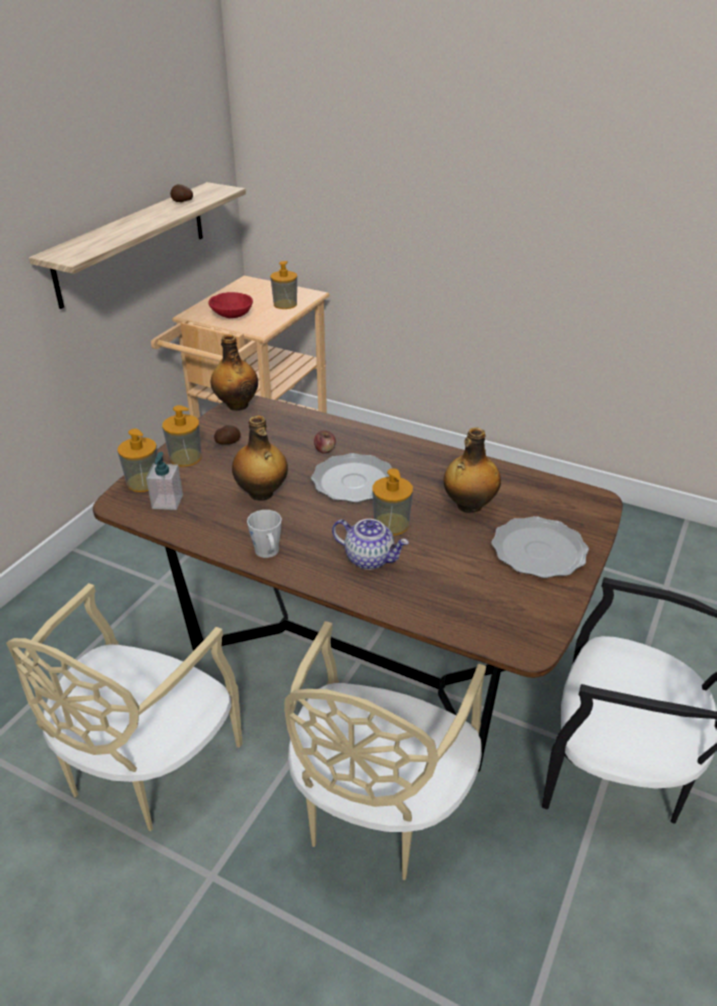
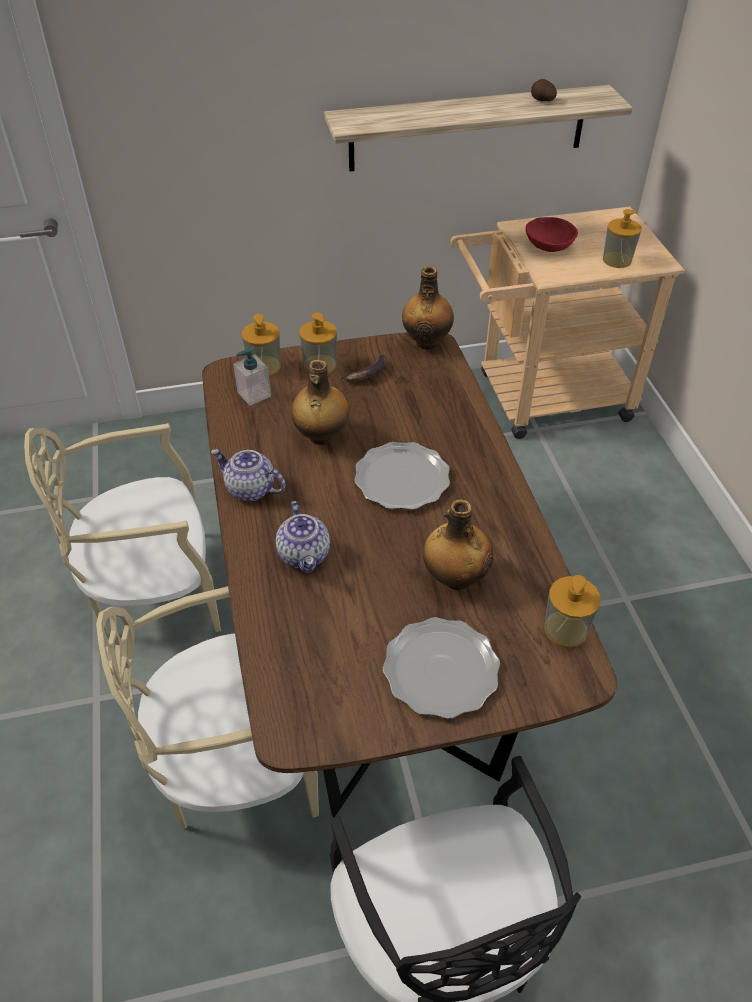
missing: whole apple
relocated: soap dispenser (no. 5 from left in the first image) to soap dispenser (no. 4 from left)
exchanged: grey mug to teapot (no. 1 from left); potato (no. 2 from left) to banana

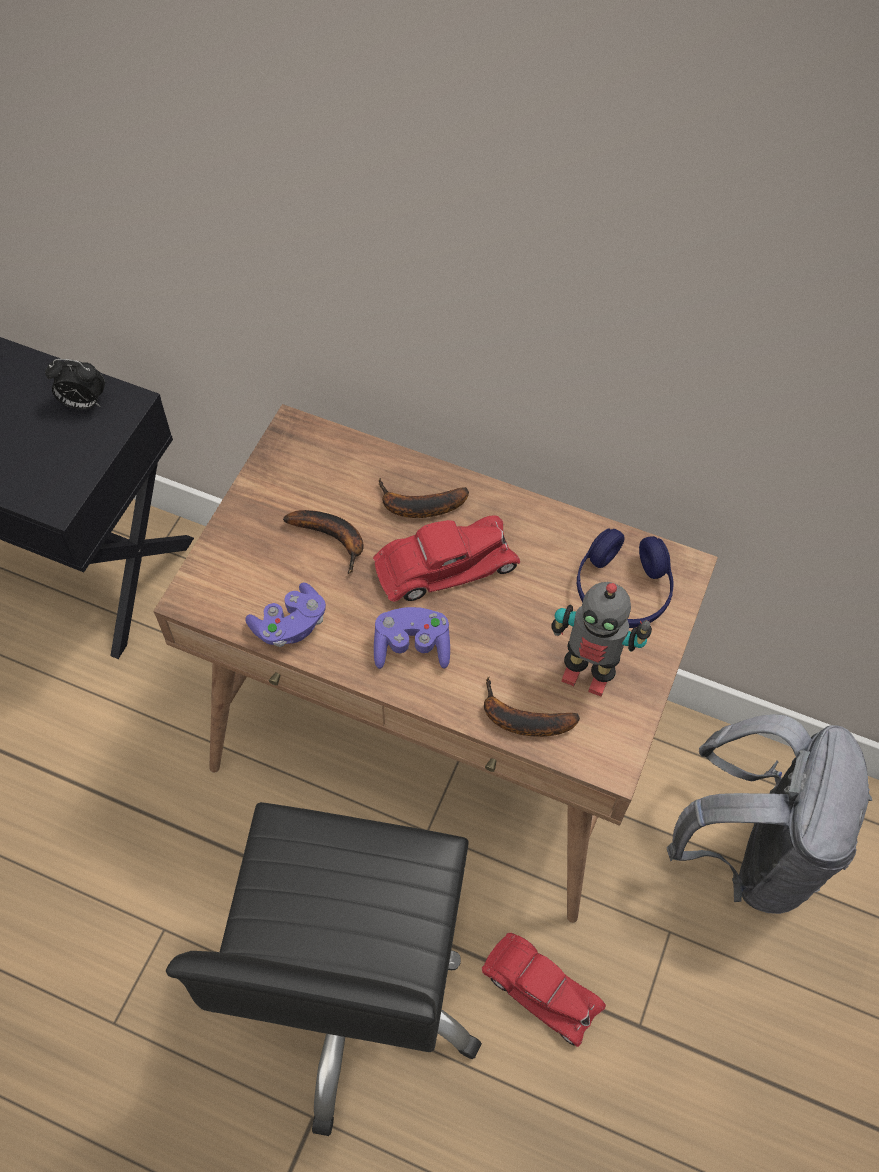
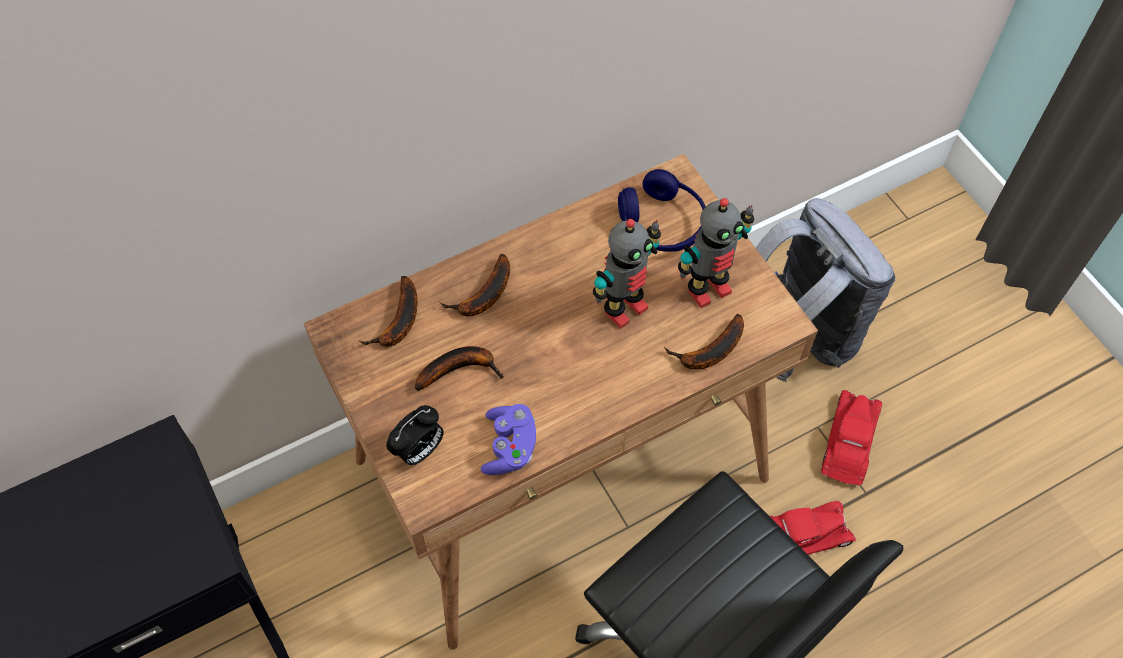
missing: purple-coloured joypad (no. 2 from left)
appeared: banana (no. 1 from left); toy robot (no. 1 from left)
relocated: bedside clock; reddish miniature car (no. 1 from left in the first image) to reddish miniature car (no. 2 from left)

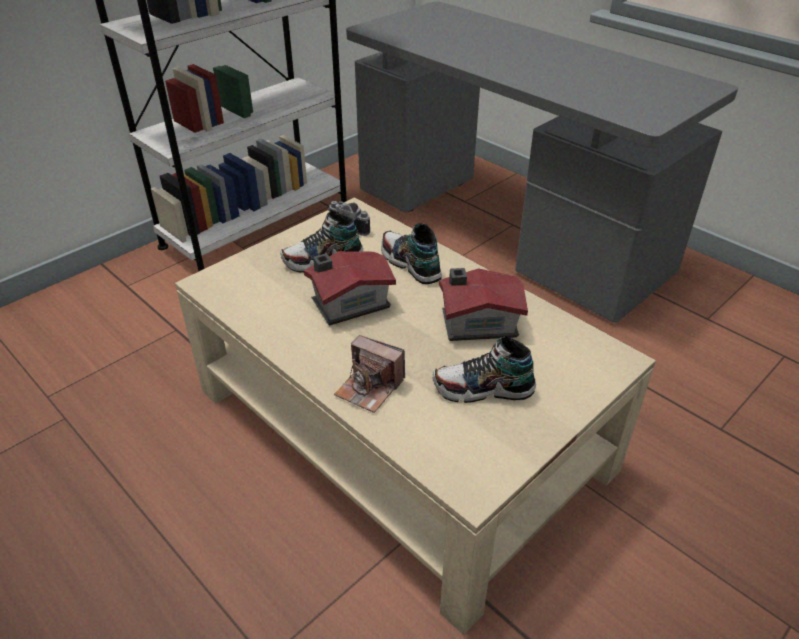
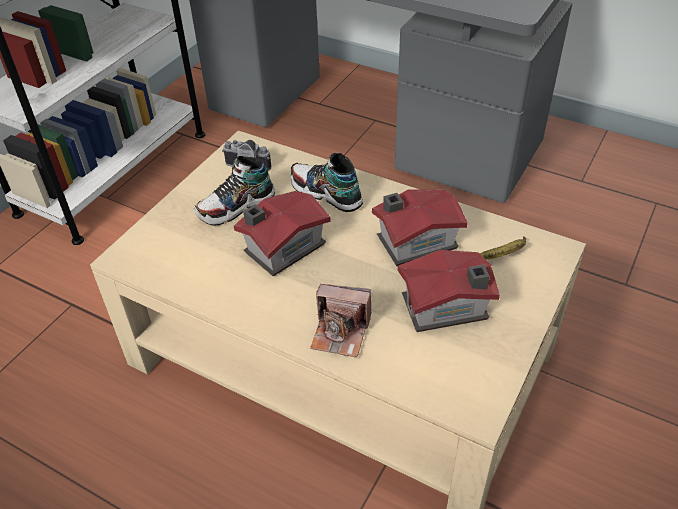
appeared: banana
exchanged: item of footwear (no. 3 from left) to toy house (no. 3 from left)

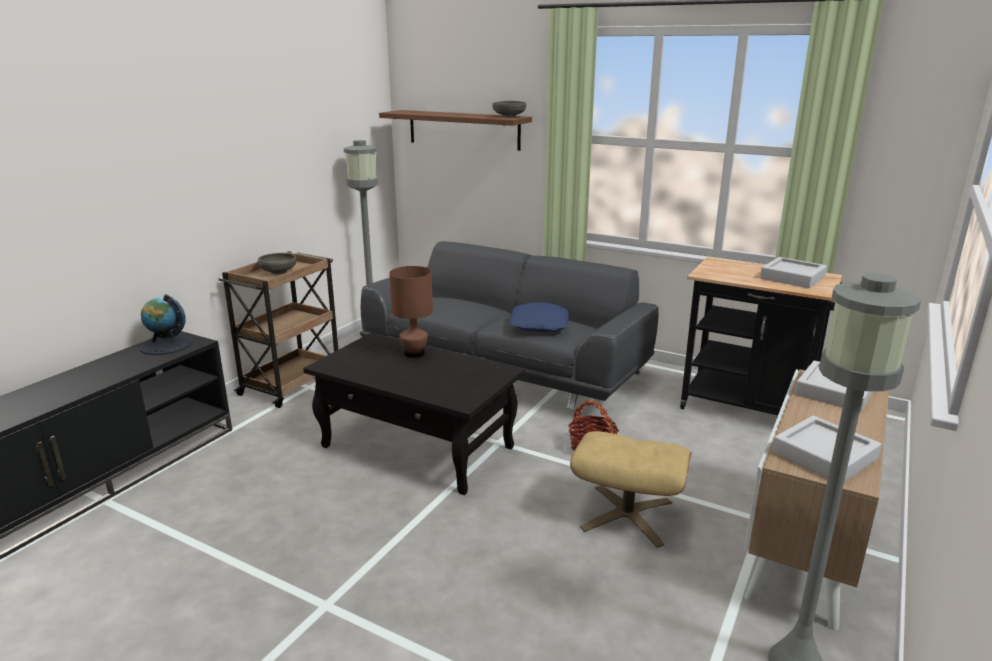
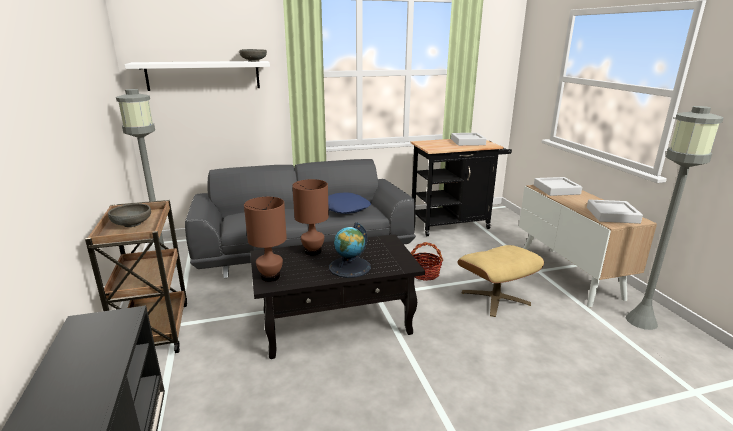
appeared: brown-coloured tabletop lamp (no. 1 from left)
relocated: desk globe
colour: brown-coloured shelf to white-coloured shelf

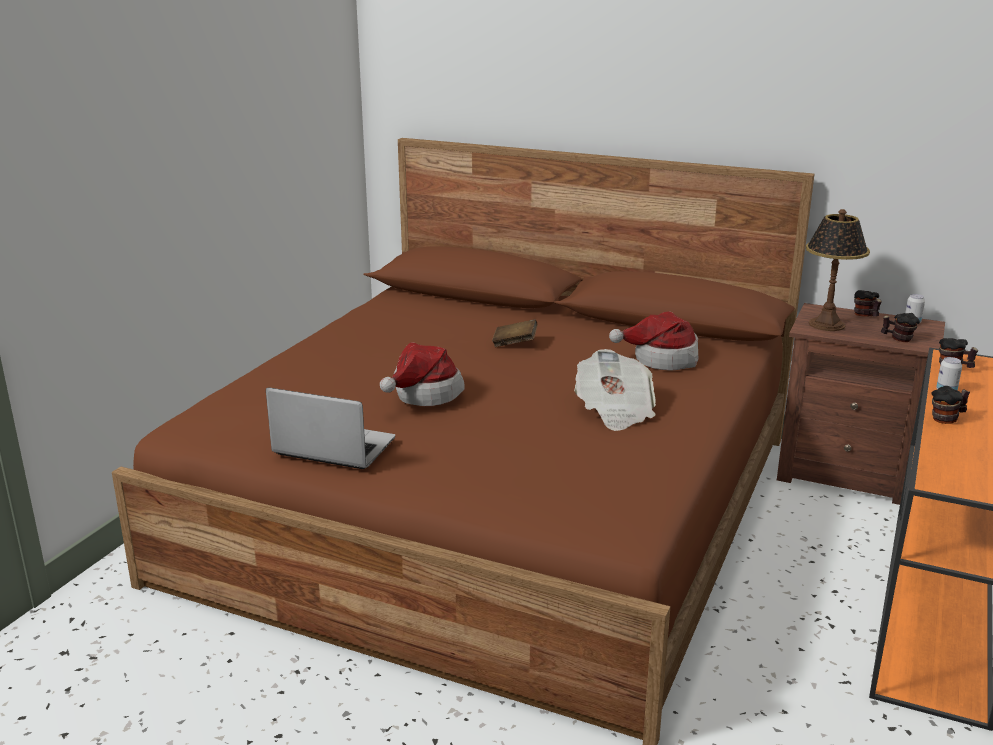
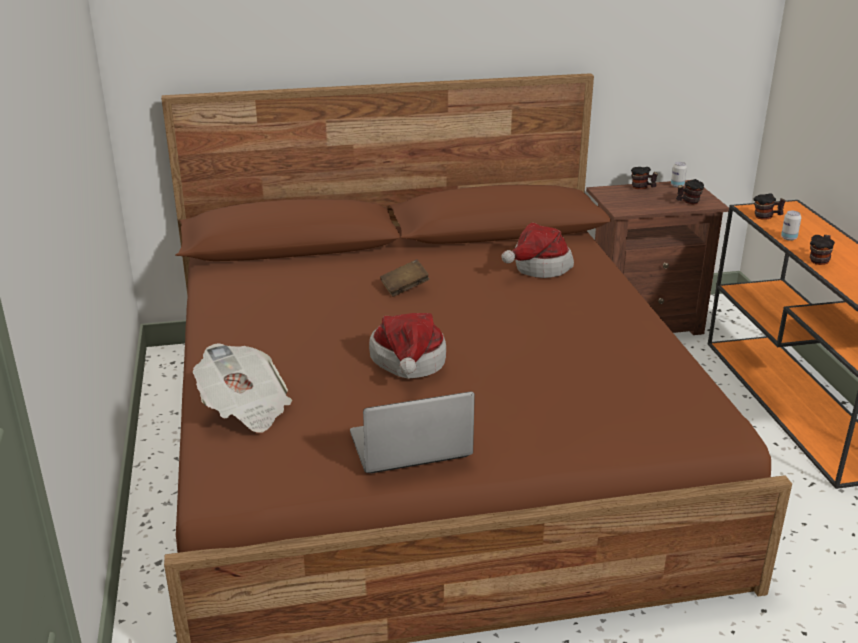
missing: tabletop lamp
relocated: daily paper

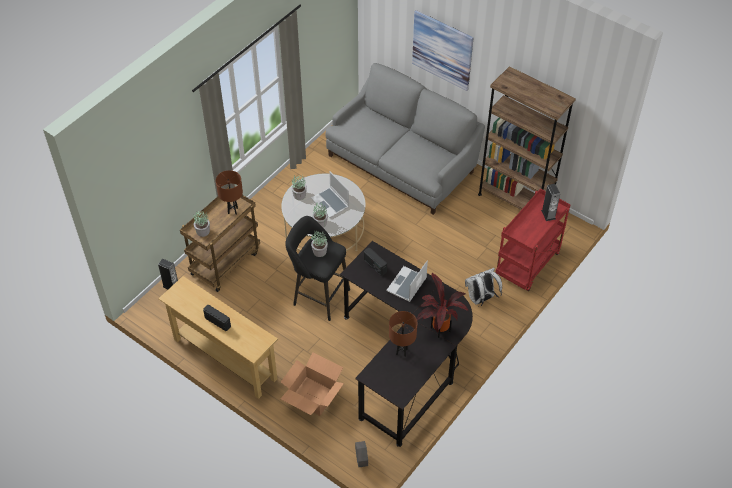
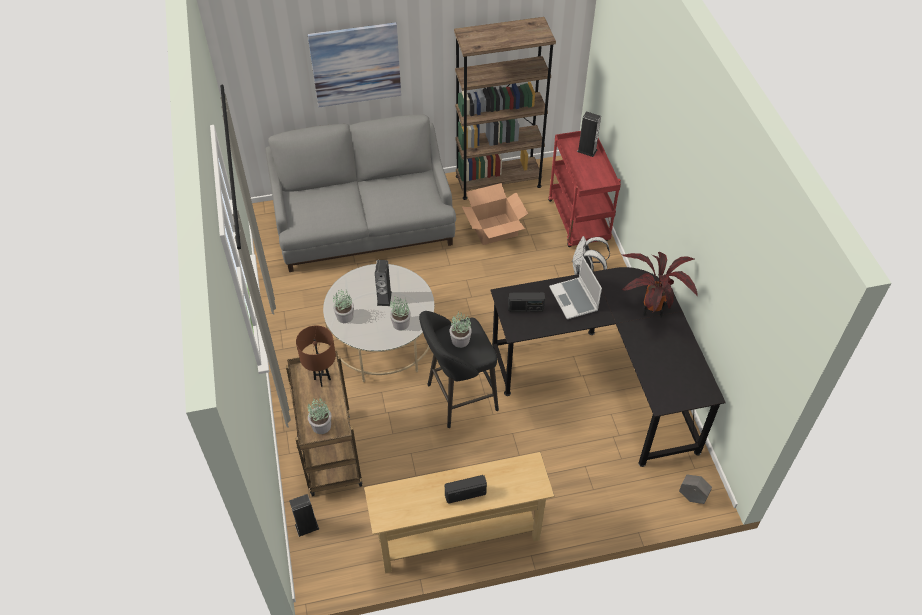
missing: brown-coloured tabletop lamp (no. 2 from left)
relocated: carton
exchanged: notebook computer (no. 1 from left) to loudspeaker (no. 2 from left)

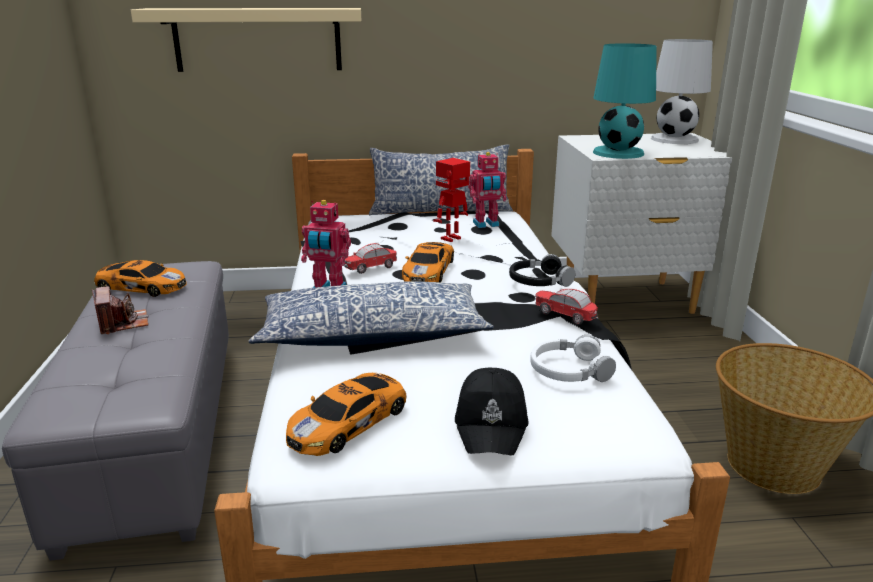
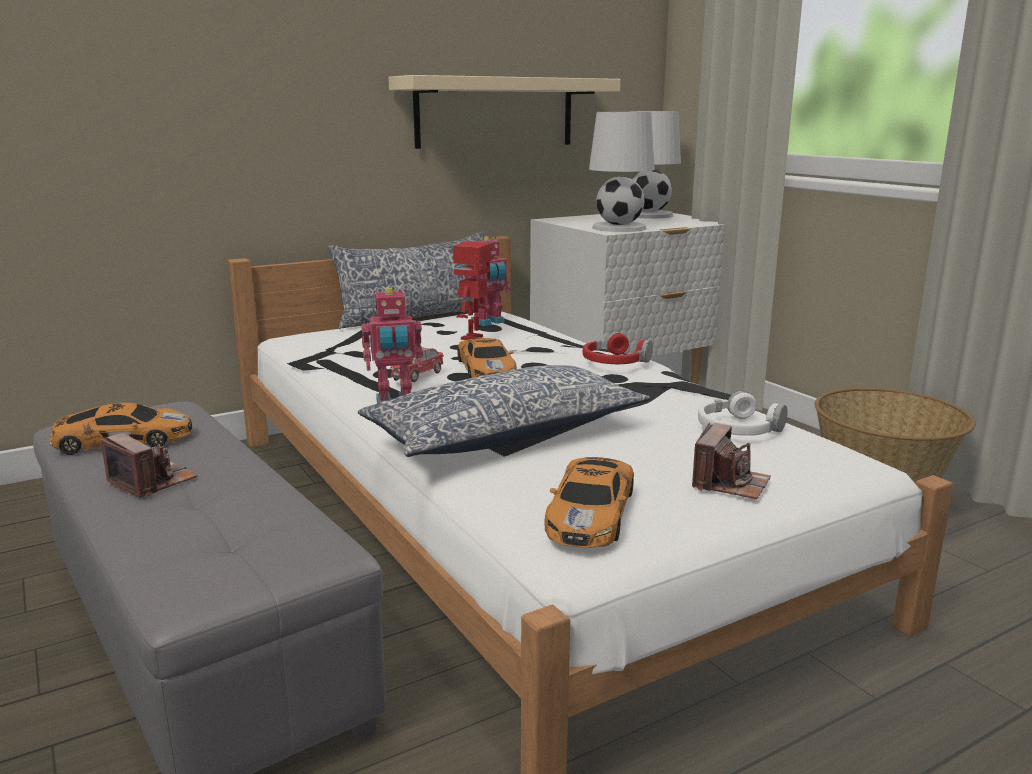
missing: miniature car (no. 5 from left)
relocated: beige shelf
exchanged: blackish peaked cap to still camera (no. 2 from left)
colour: blackish headphones to reddish headphones; turquoise-coloured tabletop lamp to white-coloured tabletop lamp (no. 1 from left)

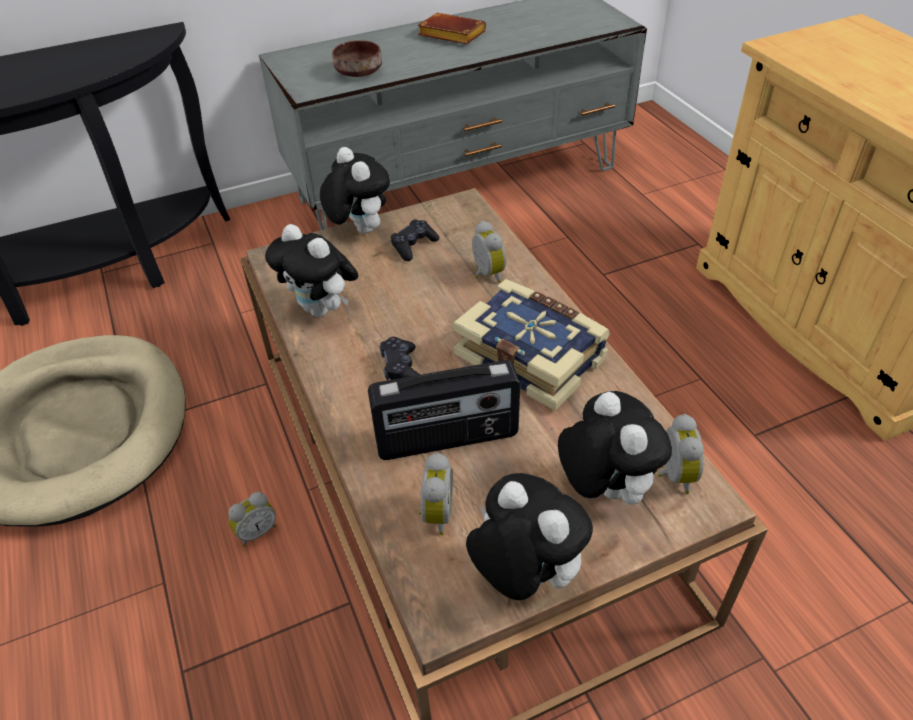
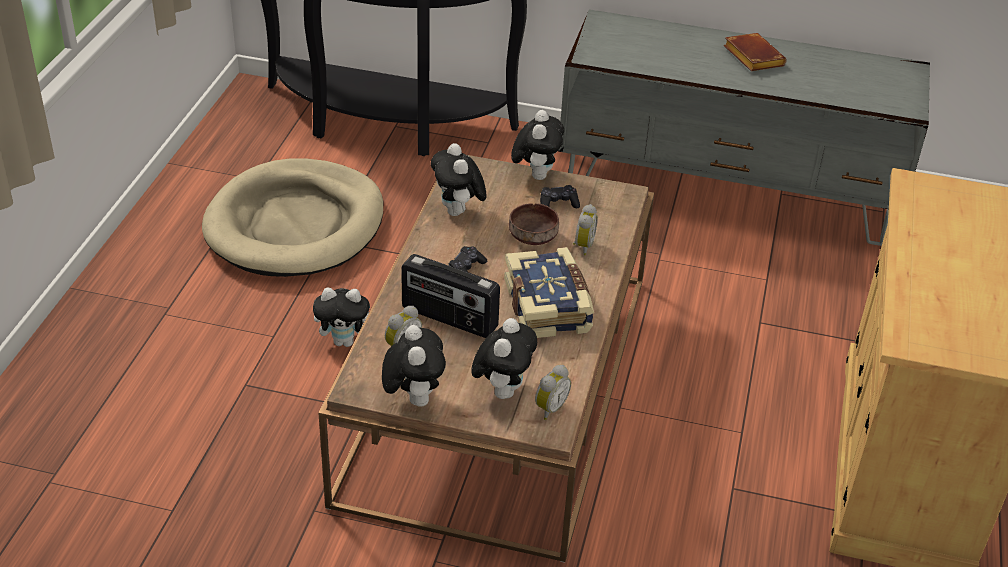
relocated: brown-coloured serving bowl
exchanged: bedside clock (no. 1 from left) to cuddly toy (no. 1 from left)

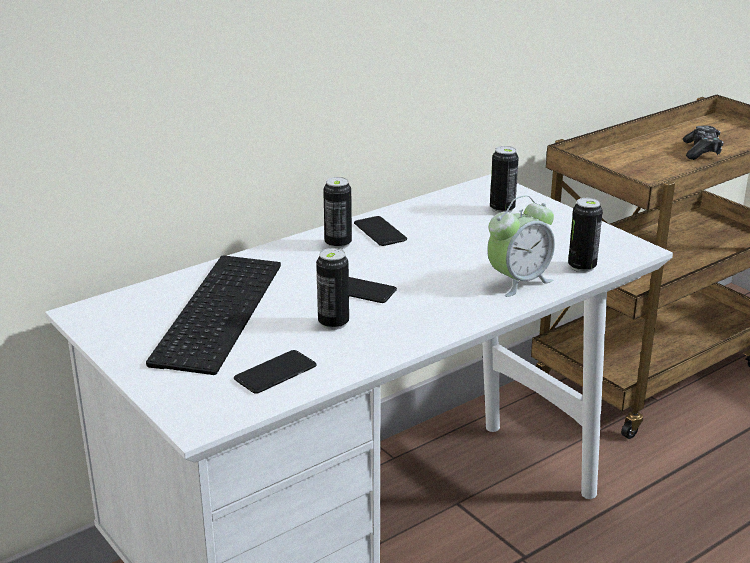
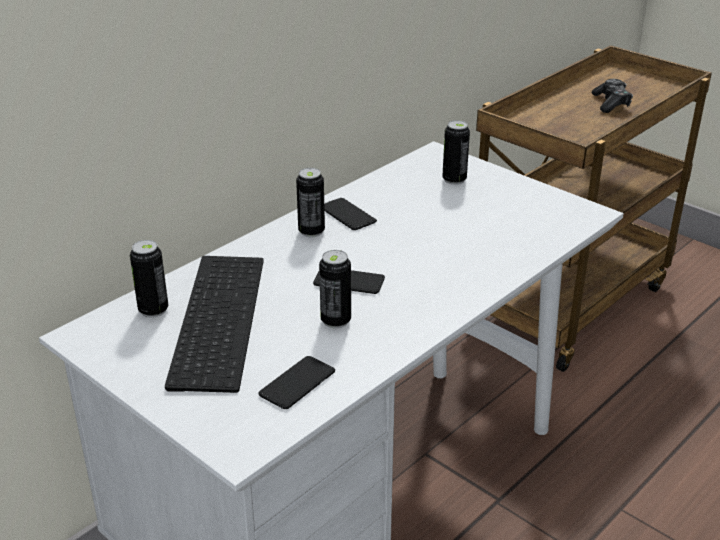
missing: bedside clock
relocated: sealed can (no. 4 from left in the first image) to sealed can (no. 1 from left)

